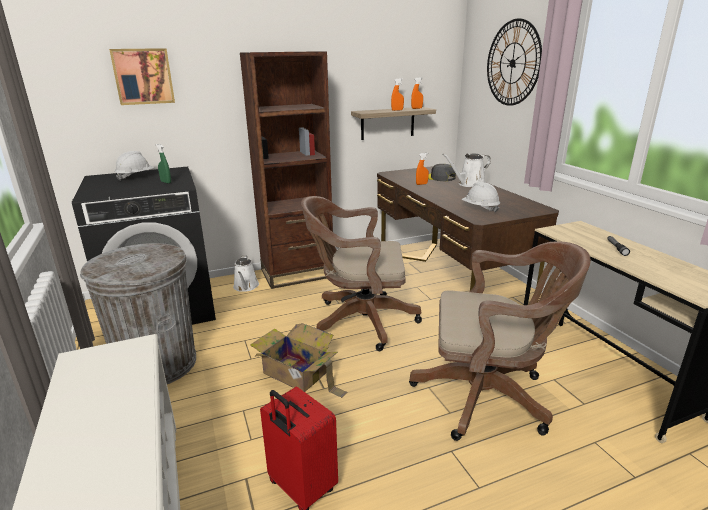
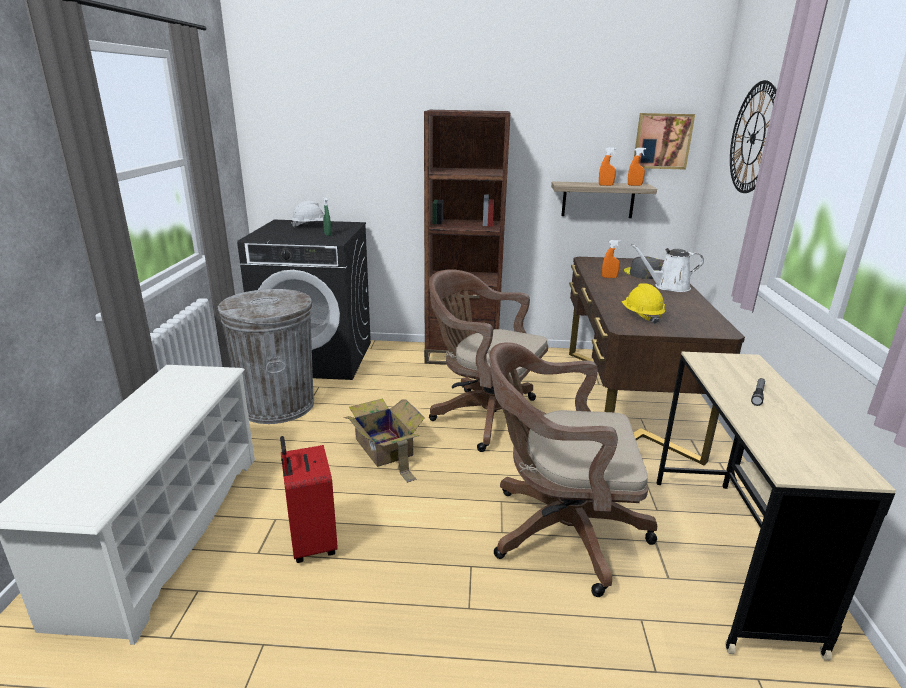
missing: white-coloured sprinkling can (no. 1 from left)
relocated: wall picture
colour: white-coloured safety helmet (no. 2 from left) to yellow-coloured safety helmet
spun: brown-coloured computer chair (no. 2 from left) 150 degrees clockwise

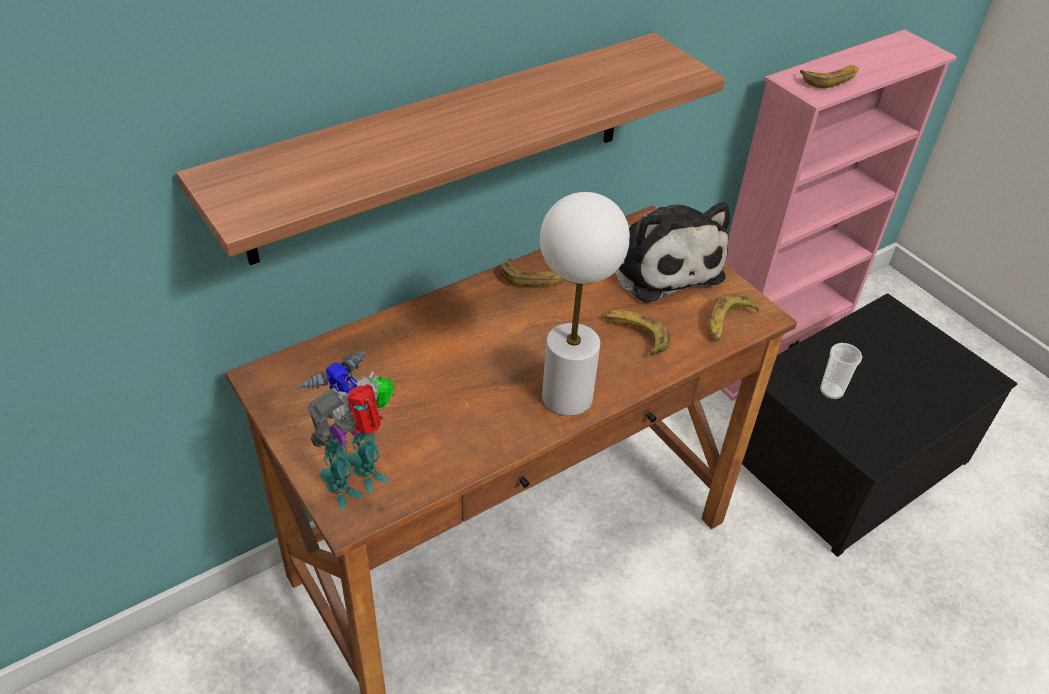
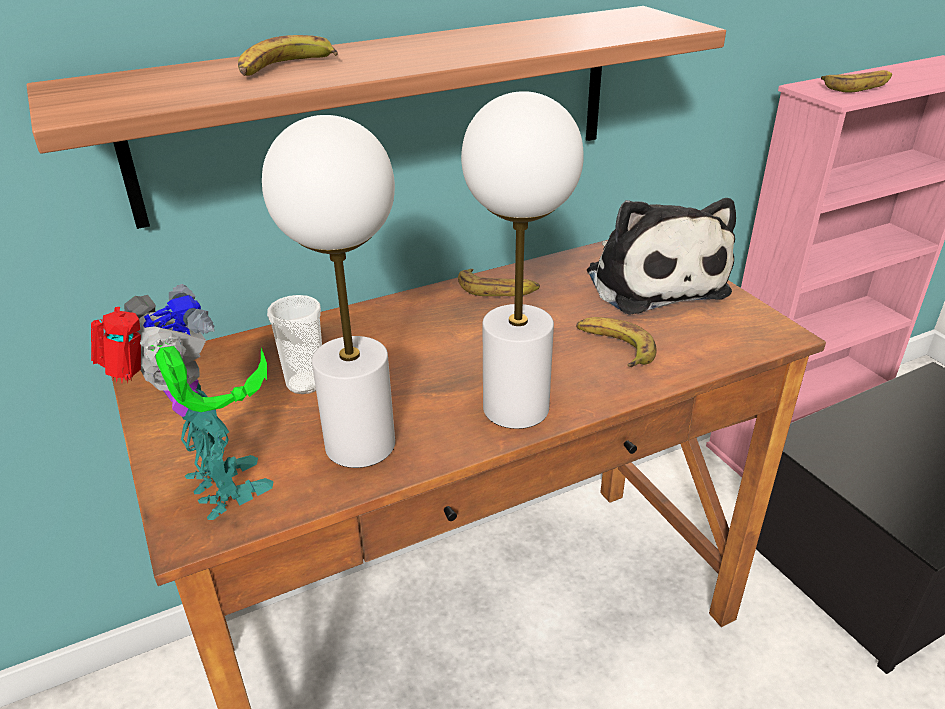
appeared: white-coloured tabletop lamp (no. 1 from left)
relocated: banana (no. 3 from left in the first image) to banana (no. 1 from left); small cup
spun: toy robot 90 degrees clockwise

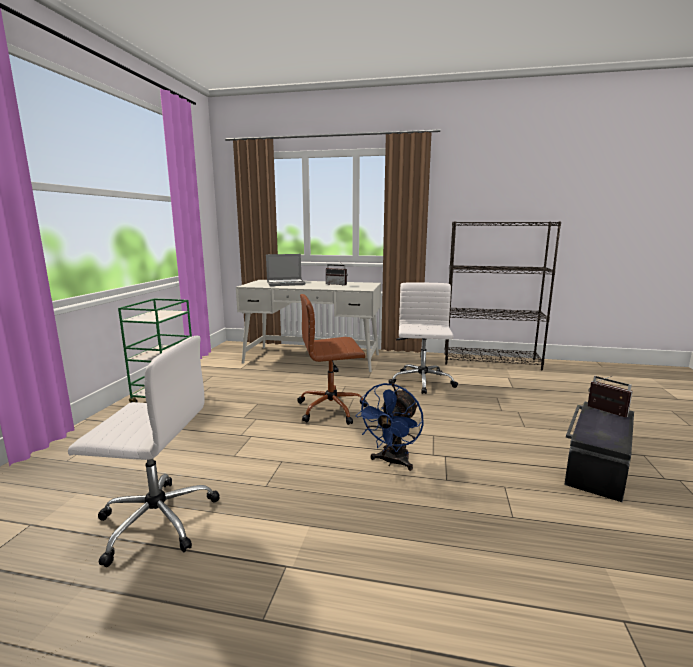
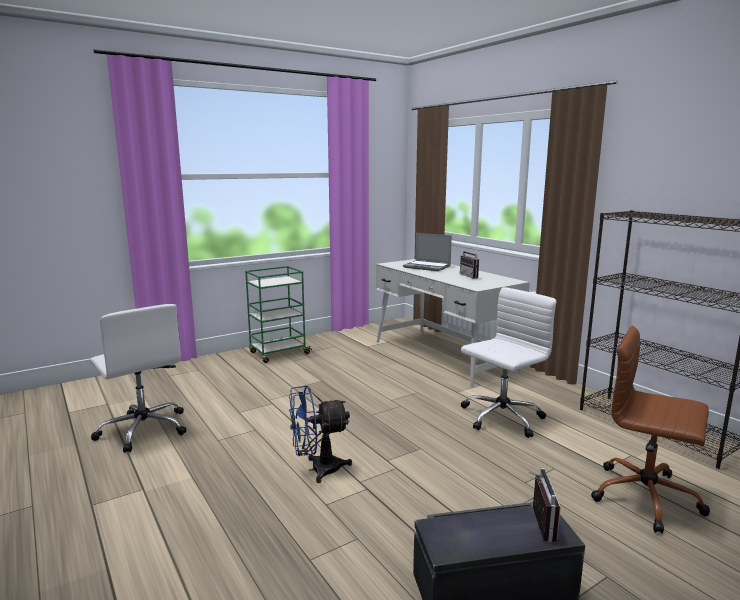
relocated: brown-coloured computer chair

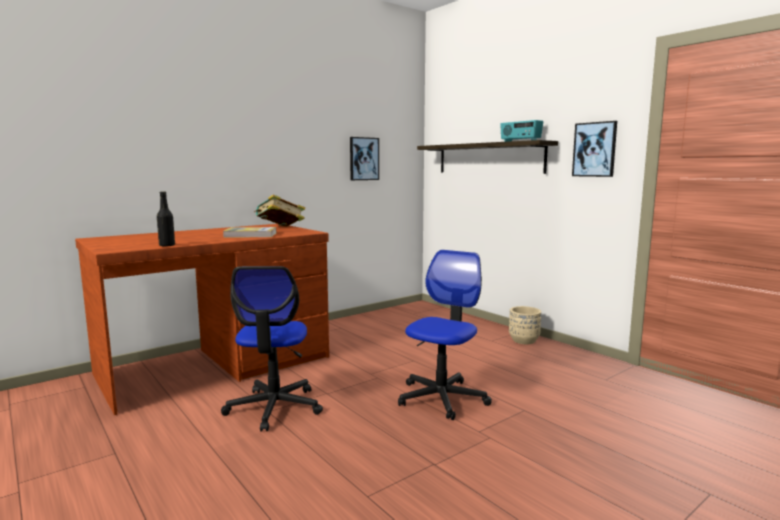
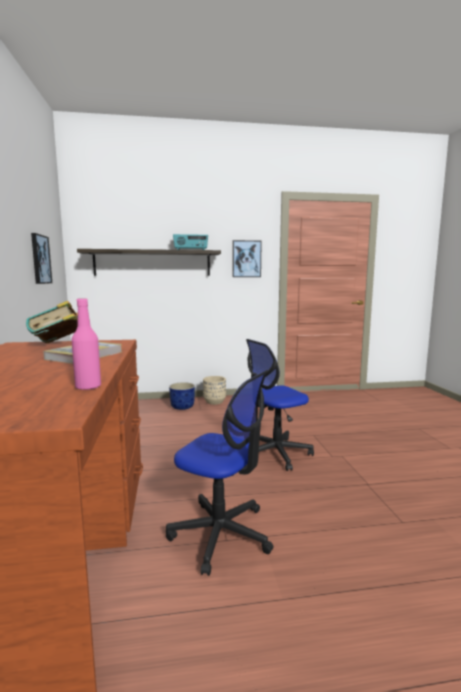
appeared: blue flower pot
colour: blackish bottle to pink bottle
spun: computer chair (no. 2 from left) 90 degrees counterclockwise

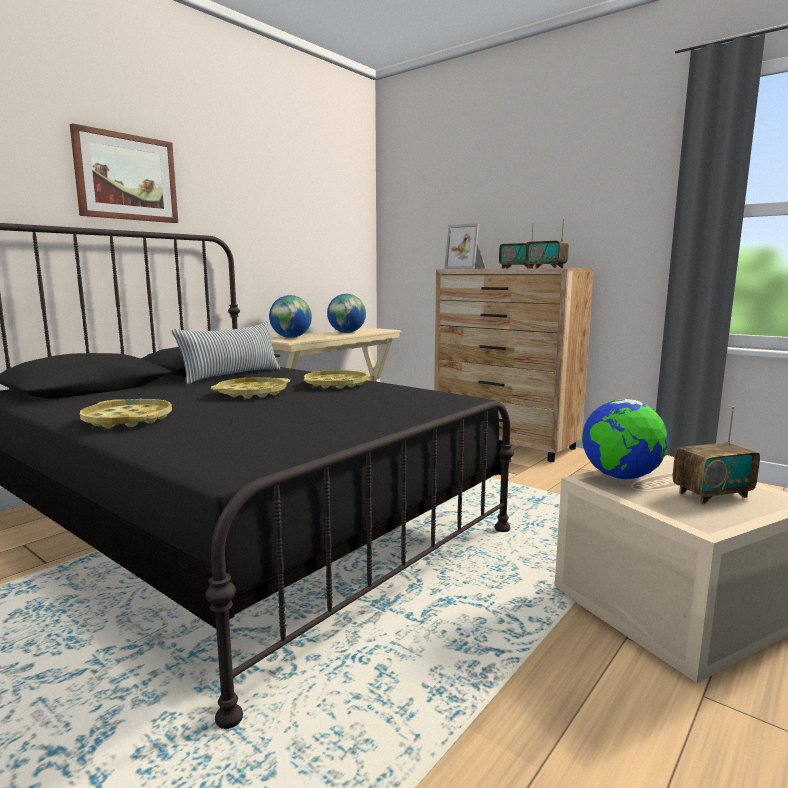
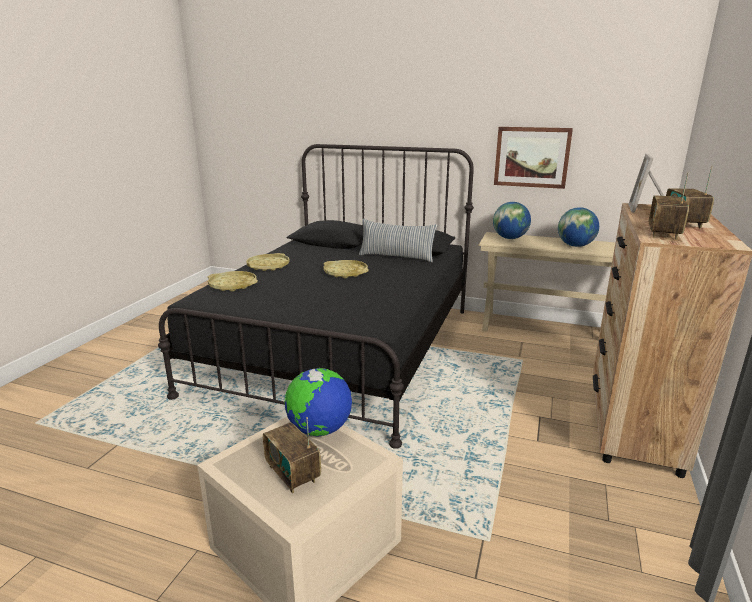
relocated: yellow-coloured carrying tray (no. 3 from left in the first image) to yellow-coloured carrying tray (no. 1 from left); wall picture

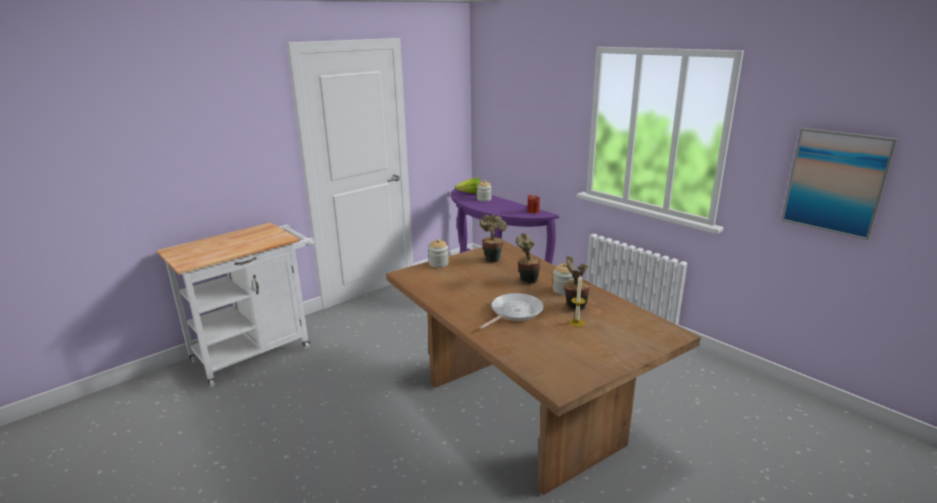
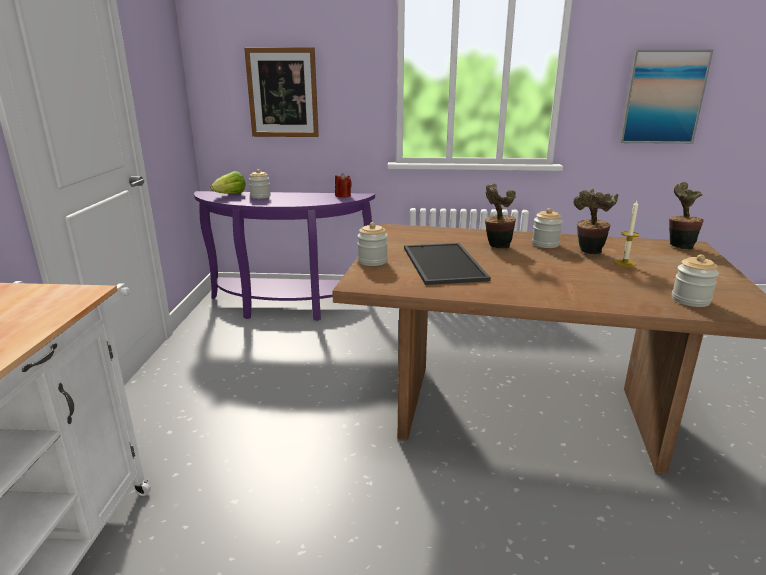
missing: frying pan
appeared: wall picture (no. 1 from left); carrying tray; jar (no. 4 from left)
relocated: plant in a pot (no. 1 from left in the first image) to plant in a pot (no. 3 from left)

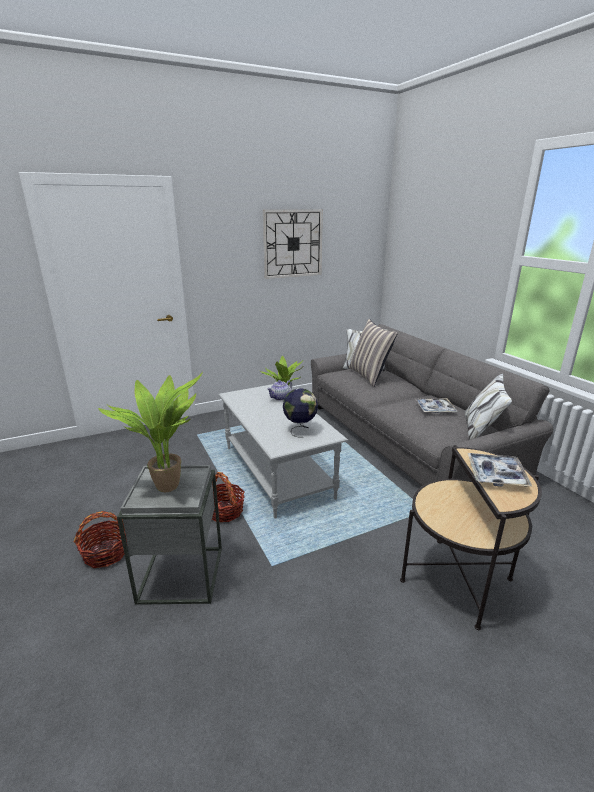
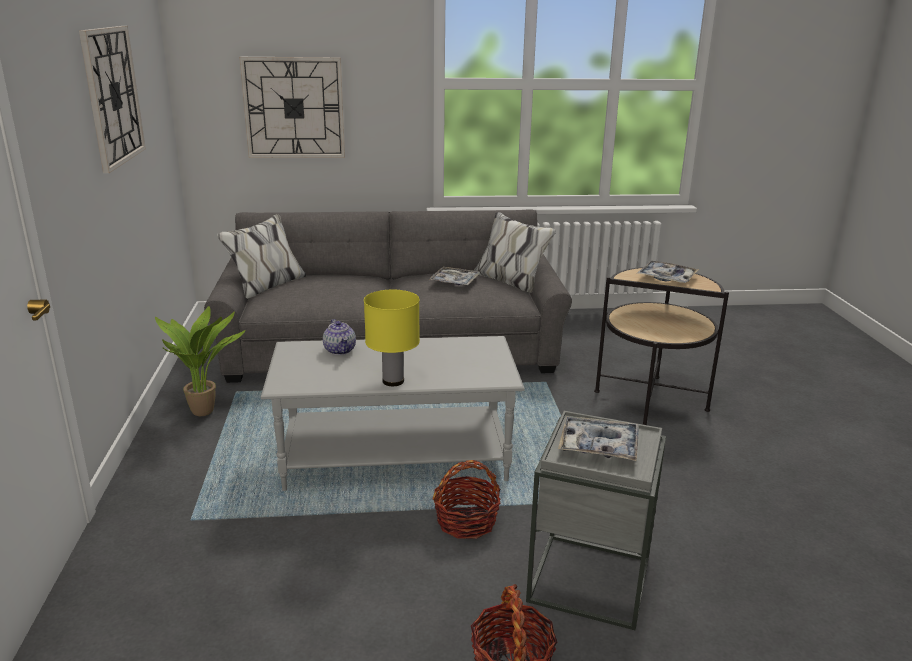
missing: desk globe; pillow
appeared: hanging clock (no. 2 from left); yellow-coloured tabletop lamp
exchanged: plant in a pot (no. 1 from left) to carrying tray (no. 2 from left)

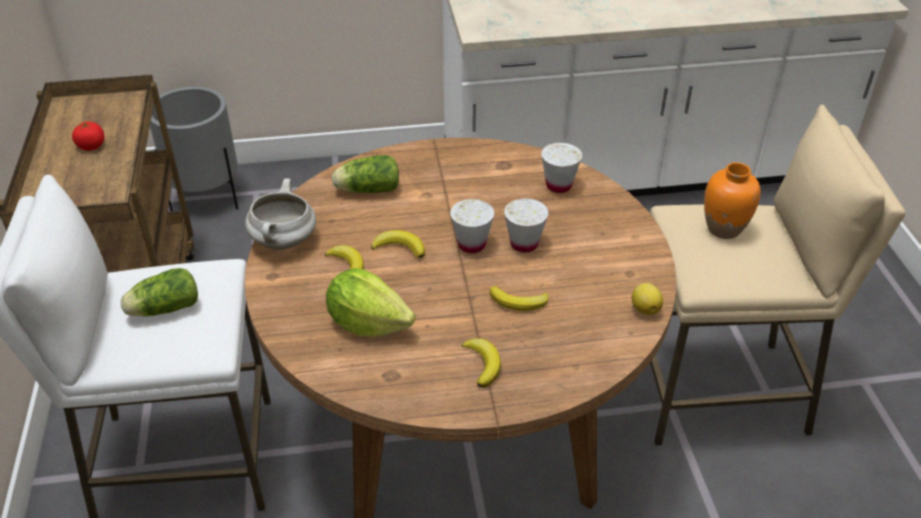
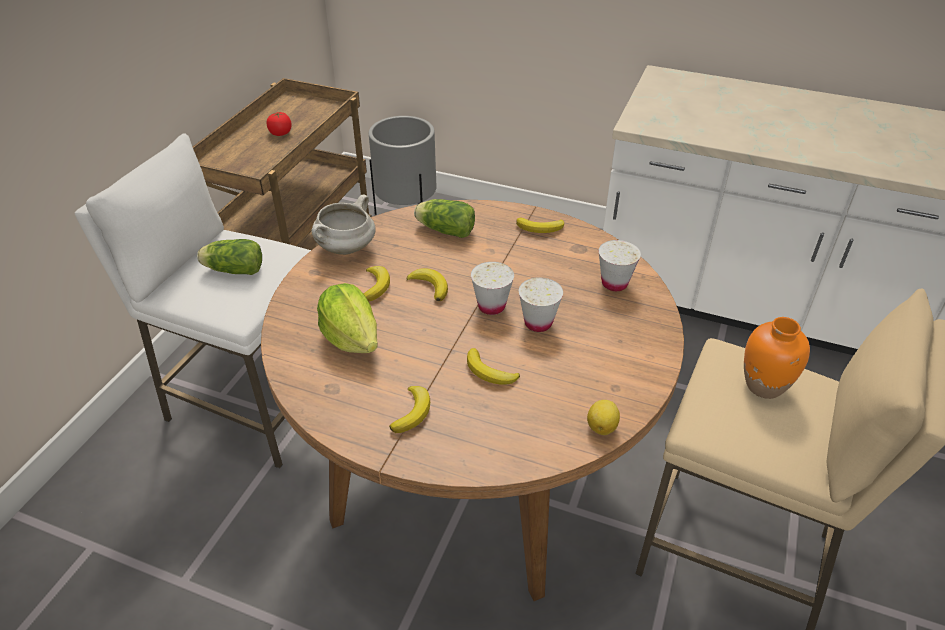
appeared: banana (no. 5 from left)

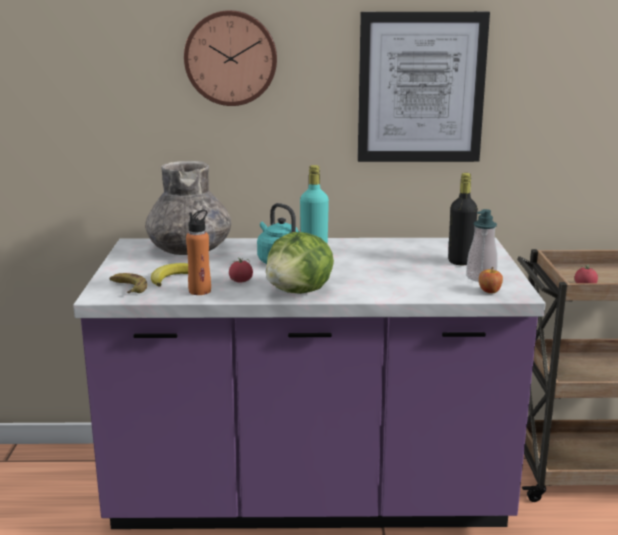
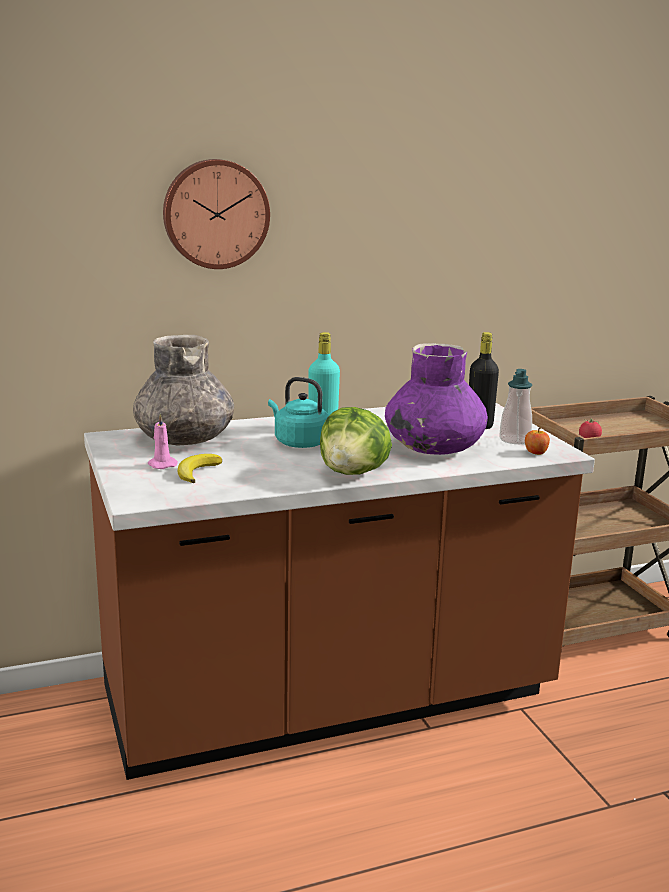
missing: banana (no. 1 from left); orange bottle; whole tomato (no. 1 from left); wall picture
appeared: pink wax light; purple-coloured decorative vase
colour: purple-coloured counter to brown-coloured counter

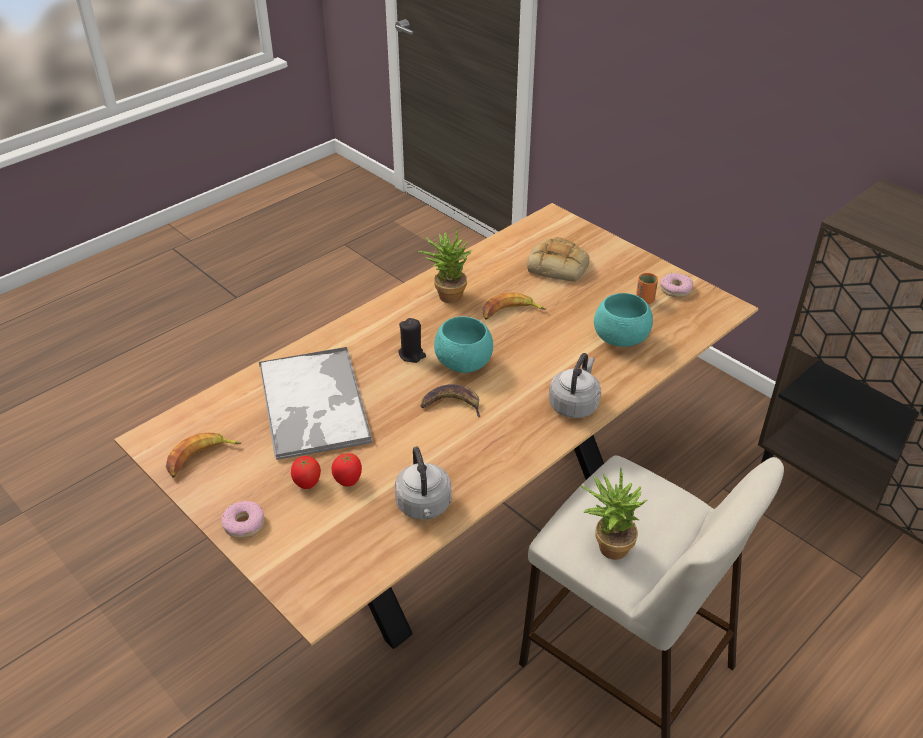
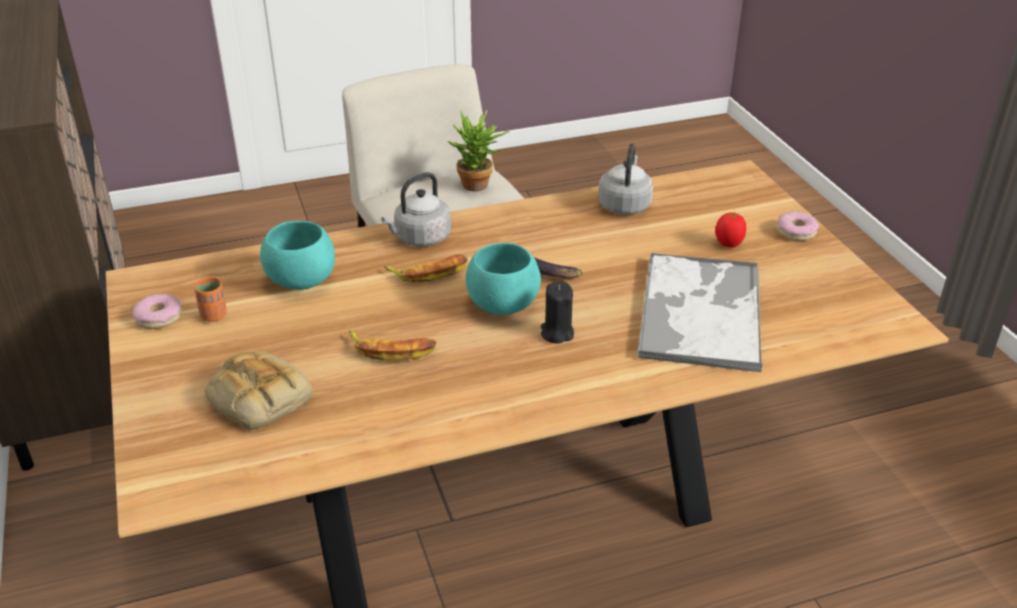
missing: whole tomato (no. 2 from left); plant in a pot (no. 1 from left)
relocated: banana (no. 1 from left in the first image) to banana (no. 2 from left)

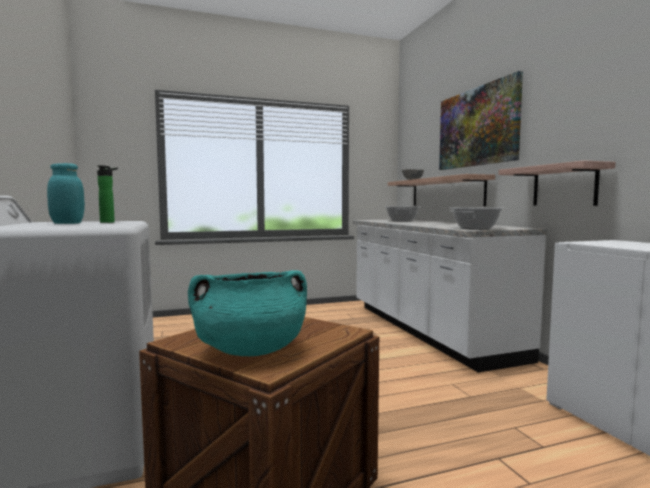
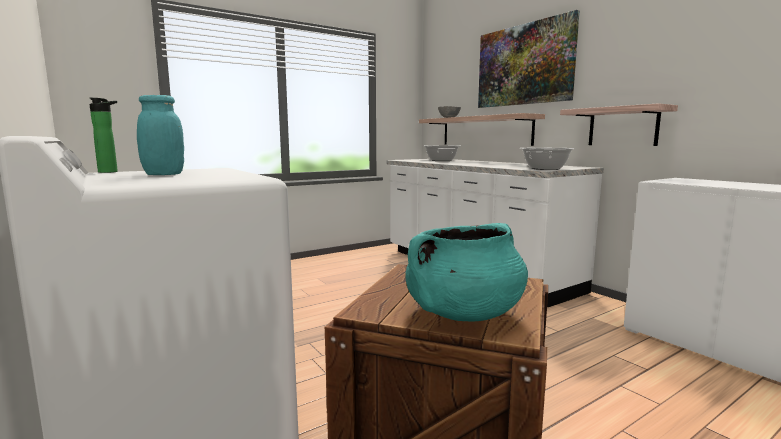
relocated: bottle

